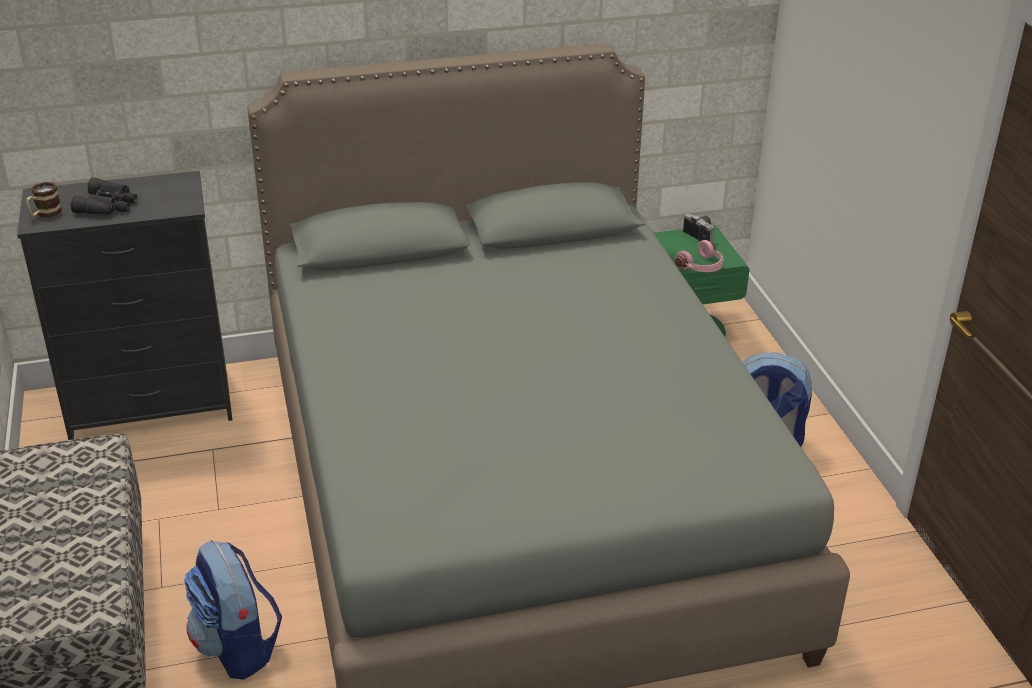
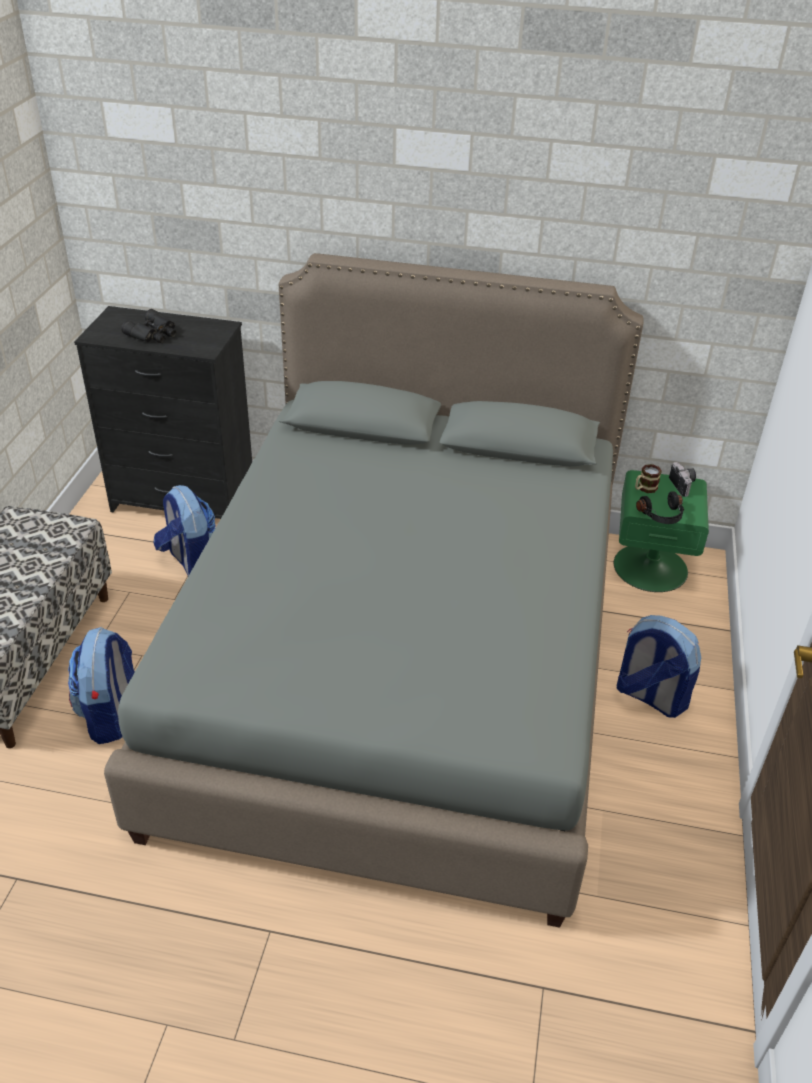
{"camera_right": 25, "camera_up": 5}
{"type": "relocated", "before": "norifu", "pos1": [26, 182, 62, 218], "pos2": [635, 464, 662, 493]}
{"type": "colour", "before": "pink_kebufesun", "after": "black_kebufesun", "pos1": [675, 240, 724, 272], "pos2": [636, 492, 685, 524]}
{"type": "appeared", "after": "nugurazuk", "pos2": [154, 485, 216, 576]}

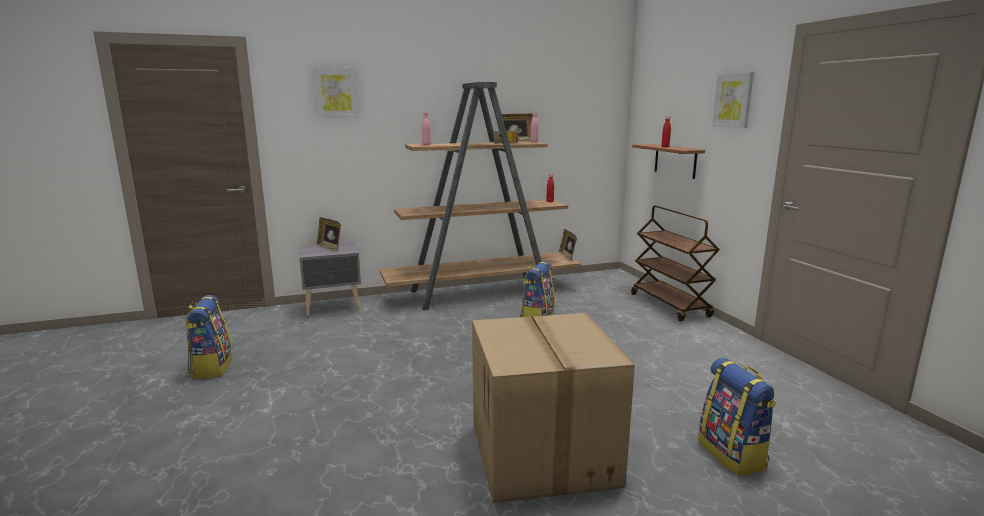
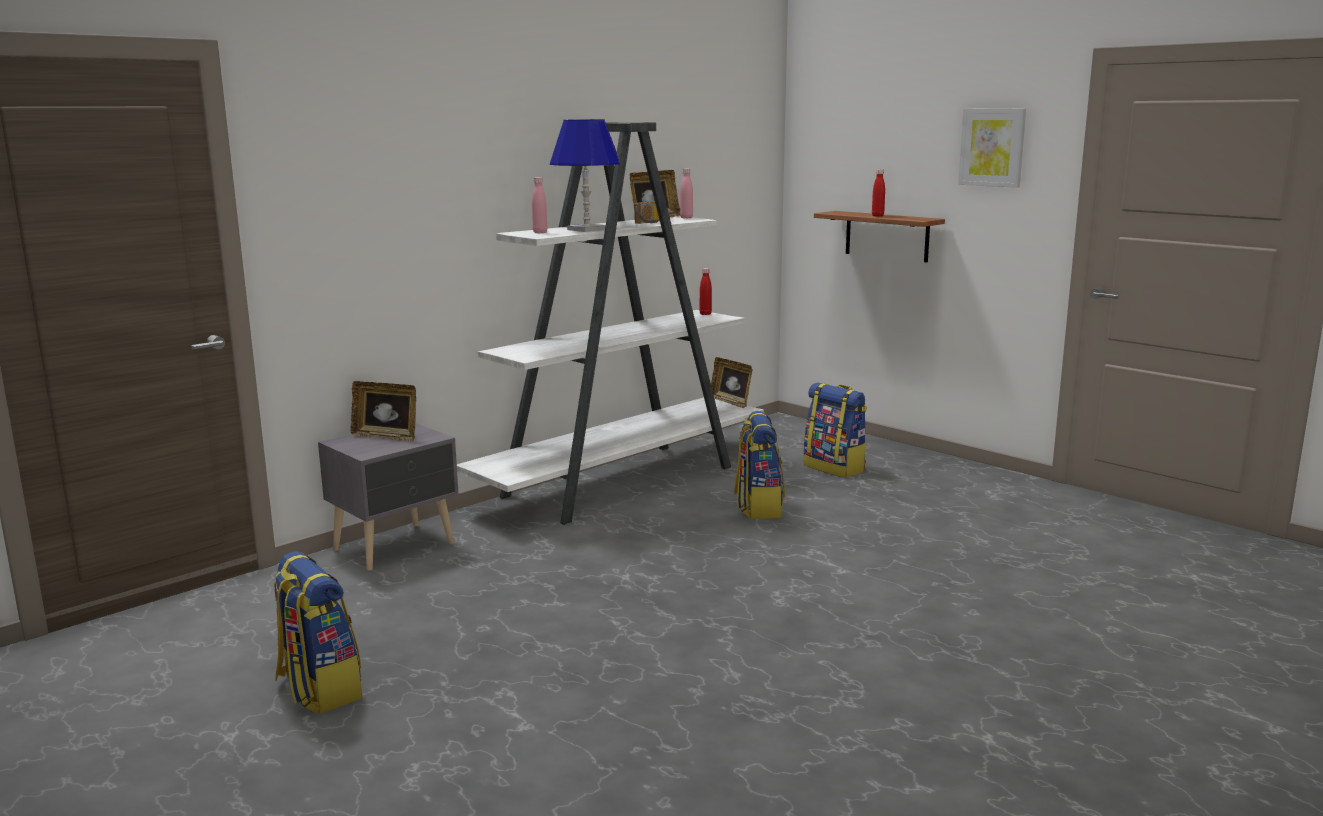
{"camera_right": -25, "camera_up": 0}
{"type": "missing", "before": "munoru", "pos1": [312, 67, 359, 118]}
{"type": "colour", "before": "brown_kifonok", "after": "white_kifonok", "pos1": [379, 82, 581, 310], "pos2": [457, 122, 764, 525]}
{"type": "missing", "before": "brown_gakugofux", "pos1": [631, 205, 720, 321]}
{"type": "missing", "before": "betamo", "pos1": [472, 313, 635, 503]}
{"type": "relocated", "before": "nugurazuk", "pos1": [698, 358, 776, 476], "pos2": [803, 383, 867, 478]}
{"type": "appeared", "after": "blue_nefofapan", "pos2": [550, 119, 620, 232]}

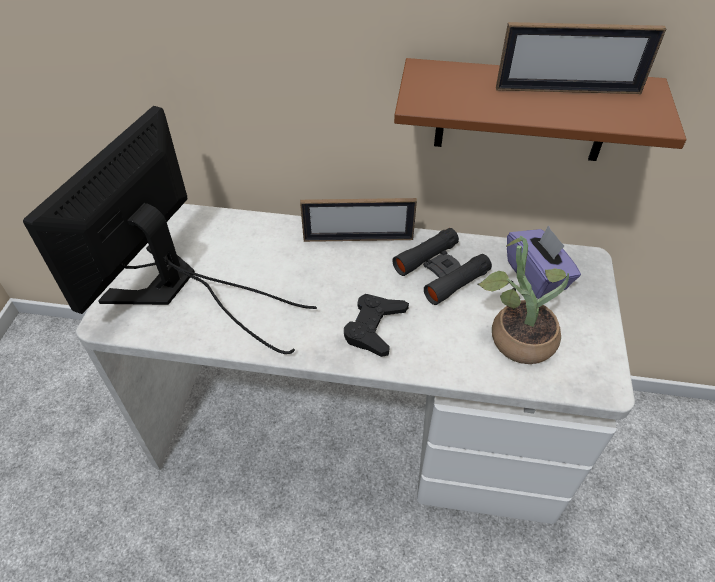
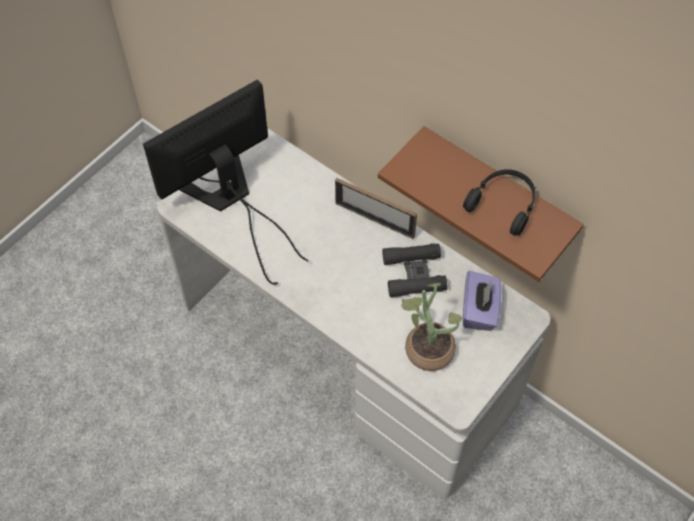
{"camera_right": 30, "camera_up": 10}
{"type": "exchanged", "before": "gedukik", "after": "black_kebufesun", "pos1": [496, 22, 667, 94], "pos2": [463, 169, 536, 236]}
{"type": "missing", "before": "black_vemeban", "pos1": [344, 294, 409, 357]}

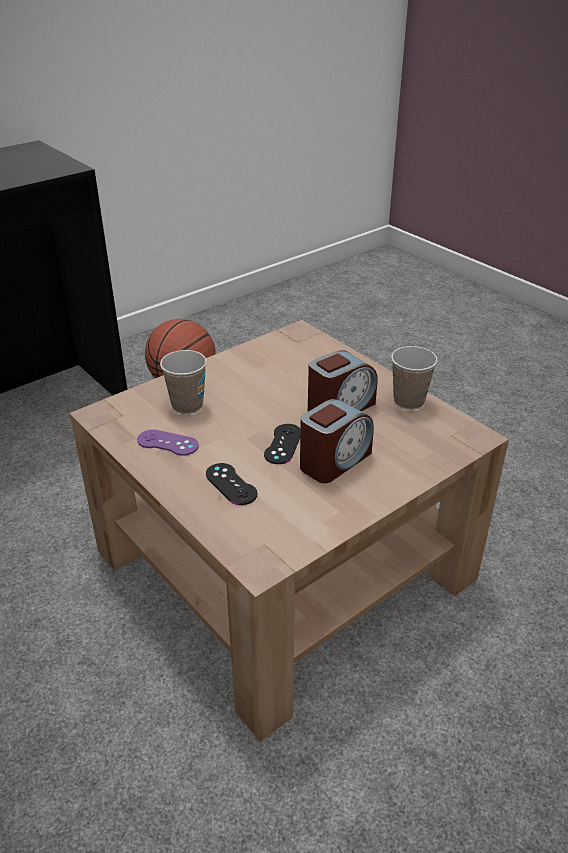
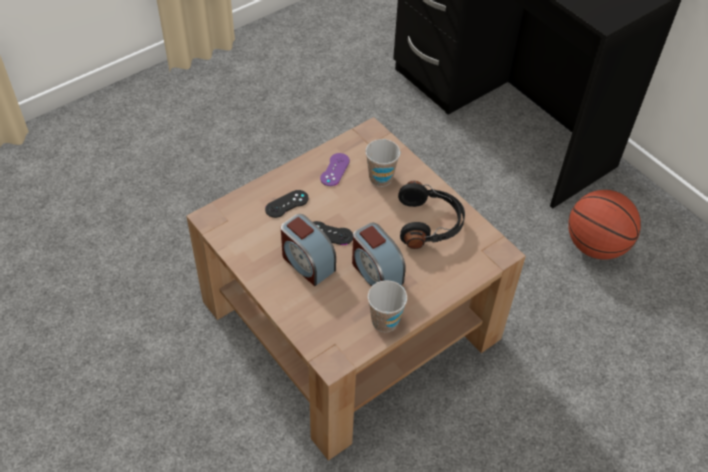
{"camera_right": 90, "camera_up": 15}
{"type": "appeared", "after": "black_kebufesun", "pos2": [398, 181, 465, 249]}

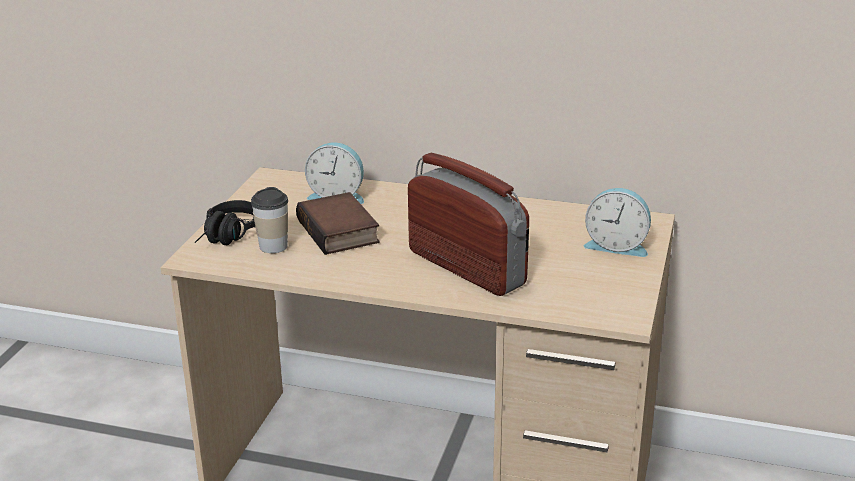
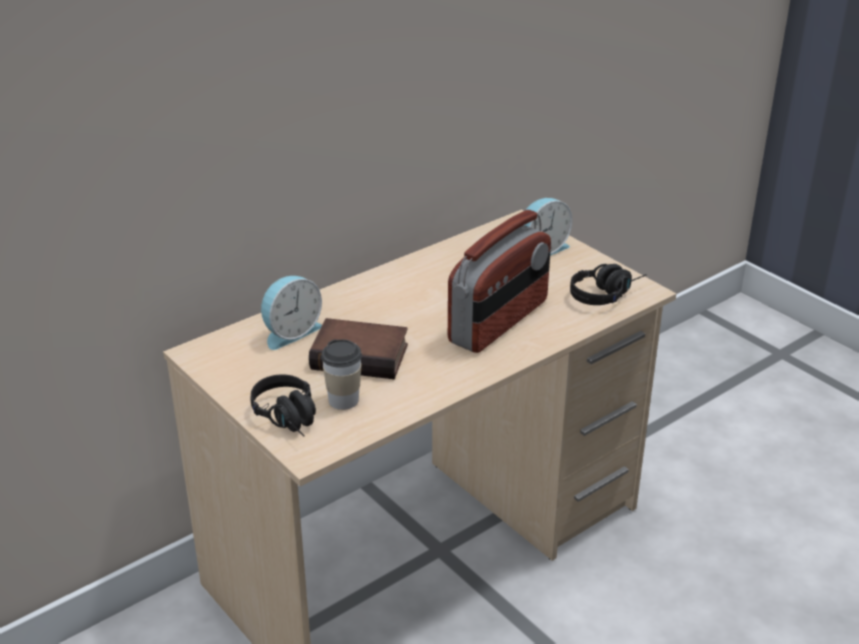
{"camera_right": -55, "camera_up": 5}
{"type": "spun", "before": "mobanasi", "pos1": [408, 153, 529, 296], "pos2": [448, 210, 551, 353], "turn": 135}
{"type": "appeared", "after": "black_kebufesun", "pos2": [570, 264, 647, 305]}

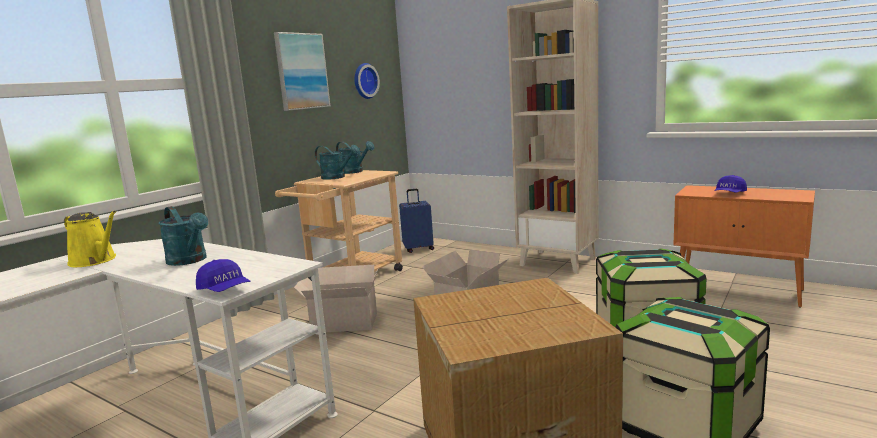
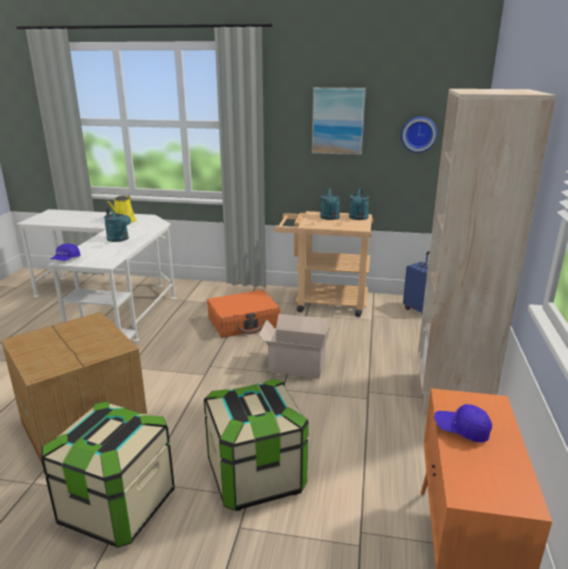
{"camera_right": 65, "camera_up": 10}
{"type": "spun", "before": "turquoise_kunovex", "pos1": [159, 206, 208, 266], "pos2": [104, 208, 131, 242], "turn": -60}
{"type": "exchanged", "before": "betamo", "after": "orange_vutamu", "pos1": [294, 265, 379, 332], "pos2": [207, 290, 280, 338]}

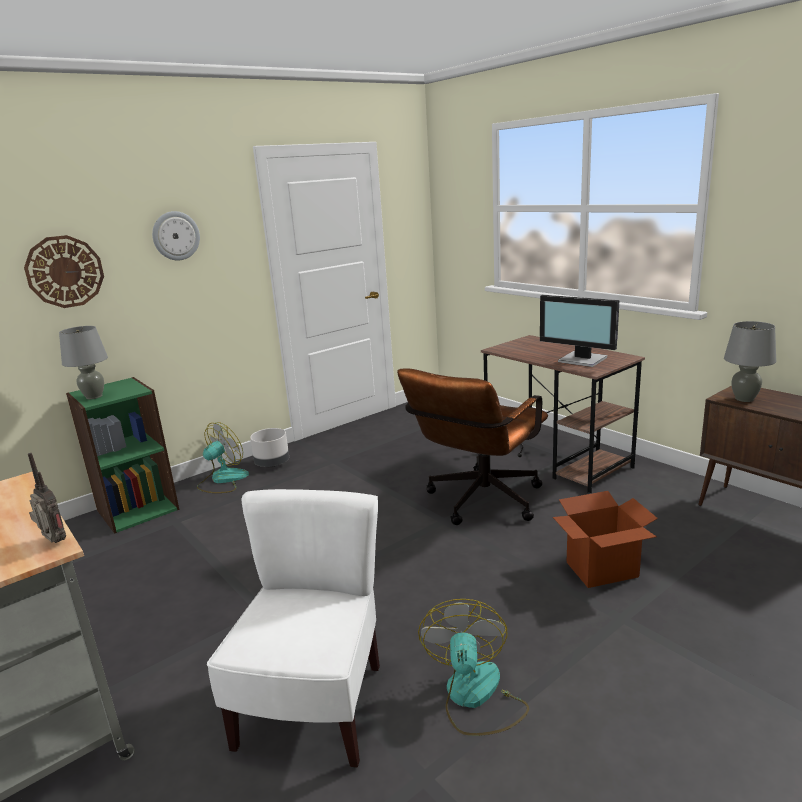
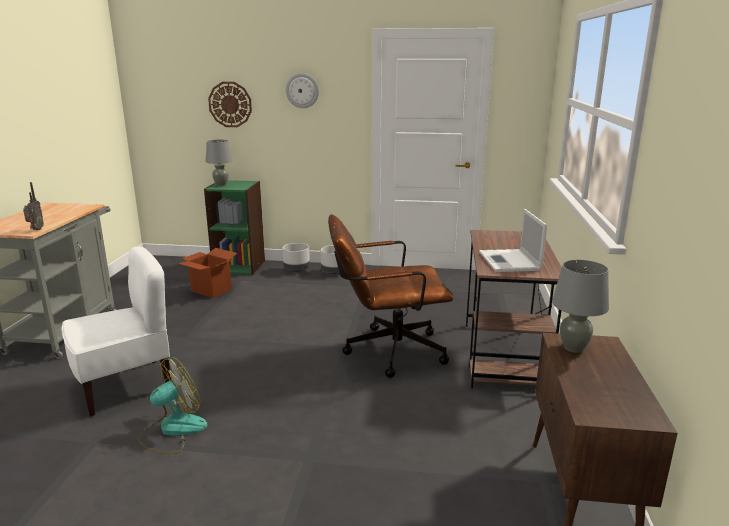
{"camera_right": 45, "camera_up": 0}
{"type": "exchanged", "before": "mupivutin", "after": "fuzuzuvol", "pos1": [540, 295, 620, 367], "pos2": [479, 209, 547, 272]}
{"type": "exchanged", "before": "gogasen", "after": "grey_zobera", "pos1": [197, 422, 249, 493], "pos2": [282, 243, 310, 272]}
{"type": "relocated", "before": "betamo", "pos1": [553, 491, 658, 588], "pos2": [178, 248, 237, 298]}

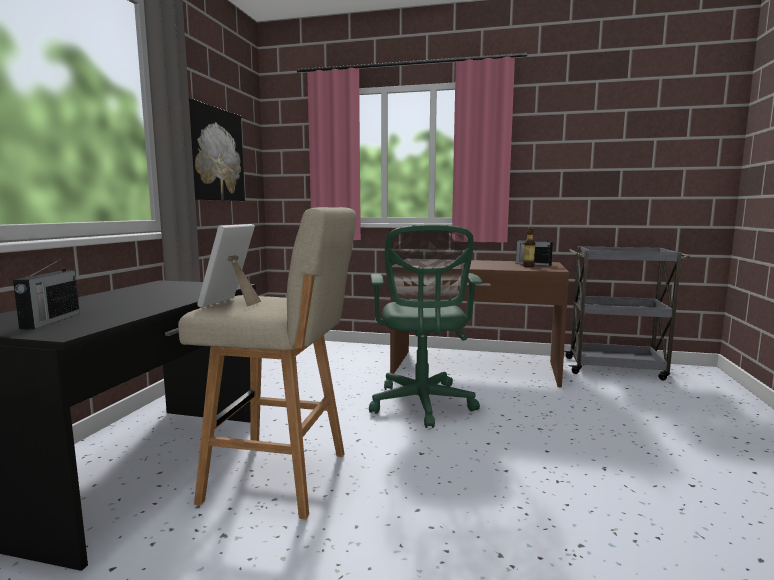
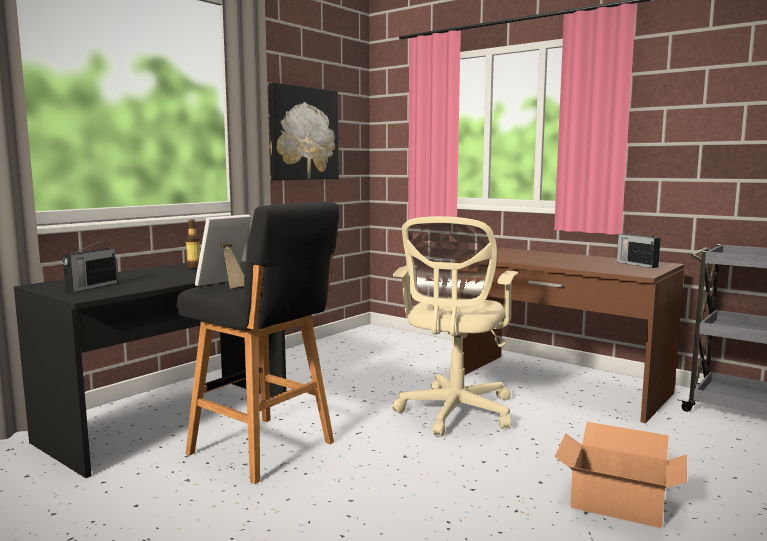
{"camera_right": 25, "camera_up": 0}
{"type": "colour", "before": "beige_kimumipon", "after": "black_kimumipon", "pos1": [178, 207, 356, 519], "pos2": [177, 201, 339, 484]}
{"type": "colour", "before": "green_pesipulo", "after": "beige_pesipulo", "pos1": [369, 224, 482, 428], "pos2": [392, 216, 518, 436]}
{"type": "relocated", "before": "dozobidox", "pos1": [523, 228, 535, 267], "pos2": [186, 219, 200, 269]}
{"type": "appeared", "after": "betamo", "pos2": [555, 422, 687, 528]}

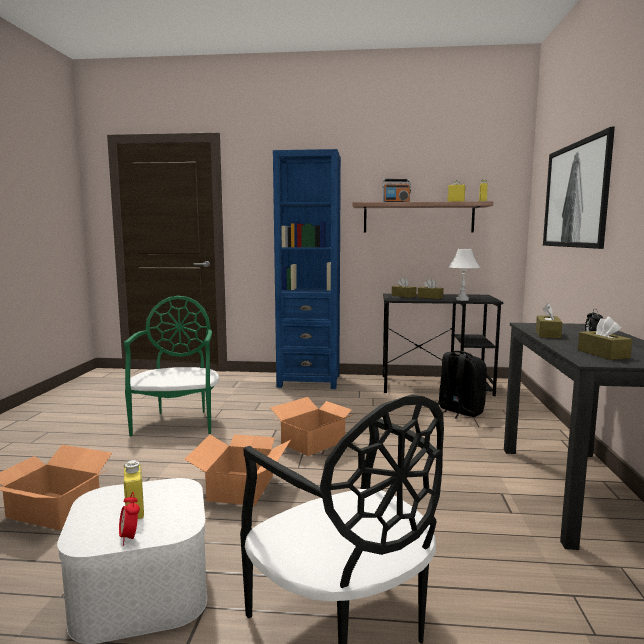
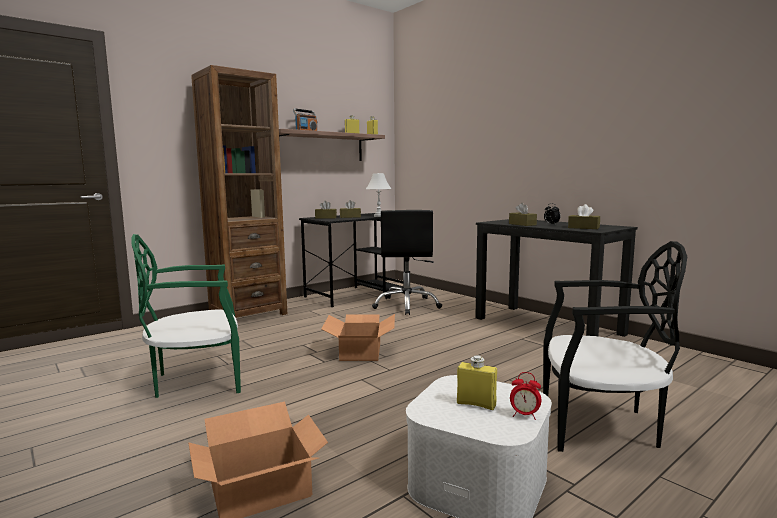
{"camera_right": -45, "camera_up": 0}
{"type": "missing", "before": "munoru", "pos1": [543, 127, 615, 249]}
{"type": "colour", "before": "blue_kifonok", "after": "brown_kifonok", "pos1": [273, 149, 341, 389], "pos2": [191, 65, 287, 318]}
{"type": "spun", "before": "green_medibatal", "pos1": [124, 296, 219, 437], "pos2": [131, 234, 241, 398], "turn": -60}
{"type": "exchanged", "before": "black_nugurazuk", "after": "black_pesipulo", "pos1": [438, 351, 487, 419], "pos2": [372, 210, 442, 315]}
{"type": "missing", "before": "betamo", "pos1": [184, 434, 291, 506]}

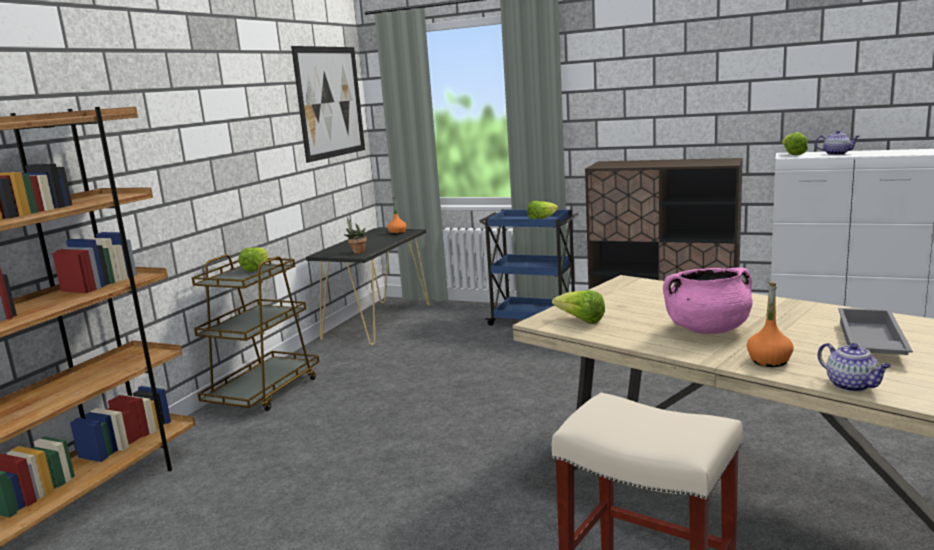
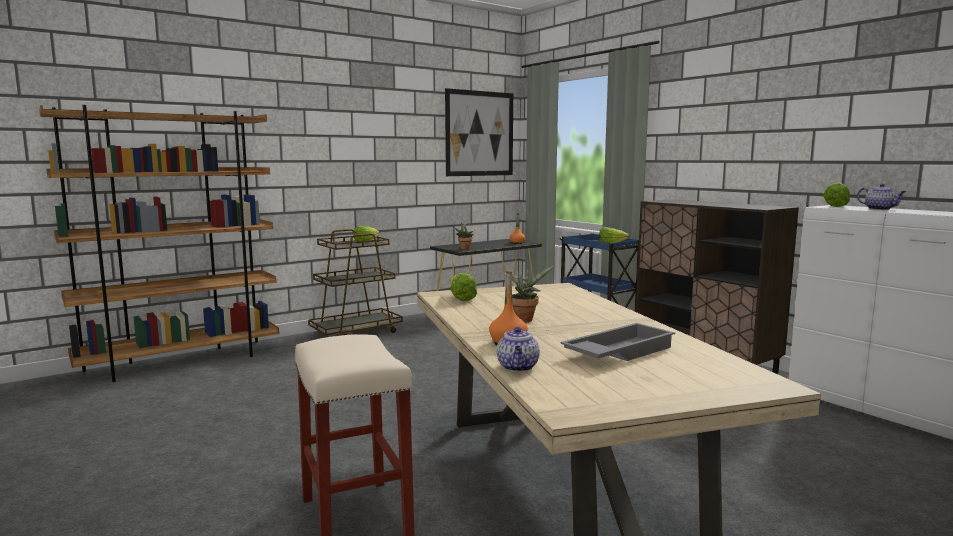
{"camera_right": 30, "camera_up": -5}
{"type": "exchanged", "before": "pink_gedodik", "after": "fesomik", "pos1": [663, 268, 753, 334], "pos2": [512, 265, 555, 322]}

